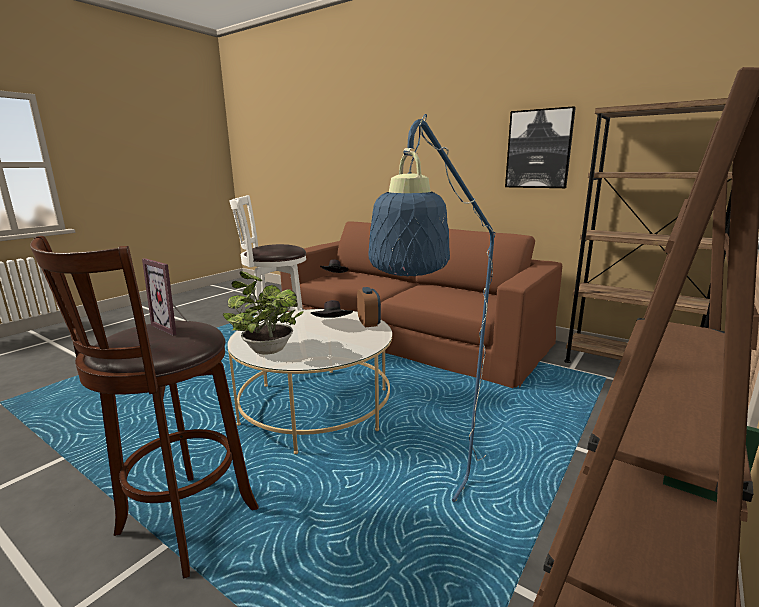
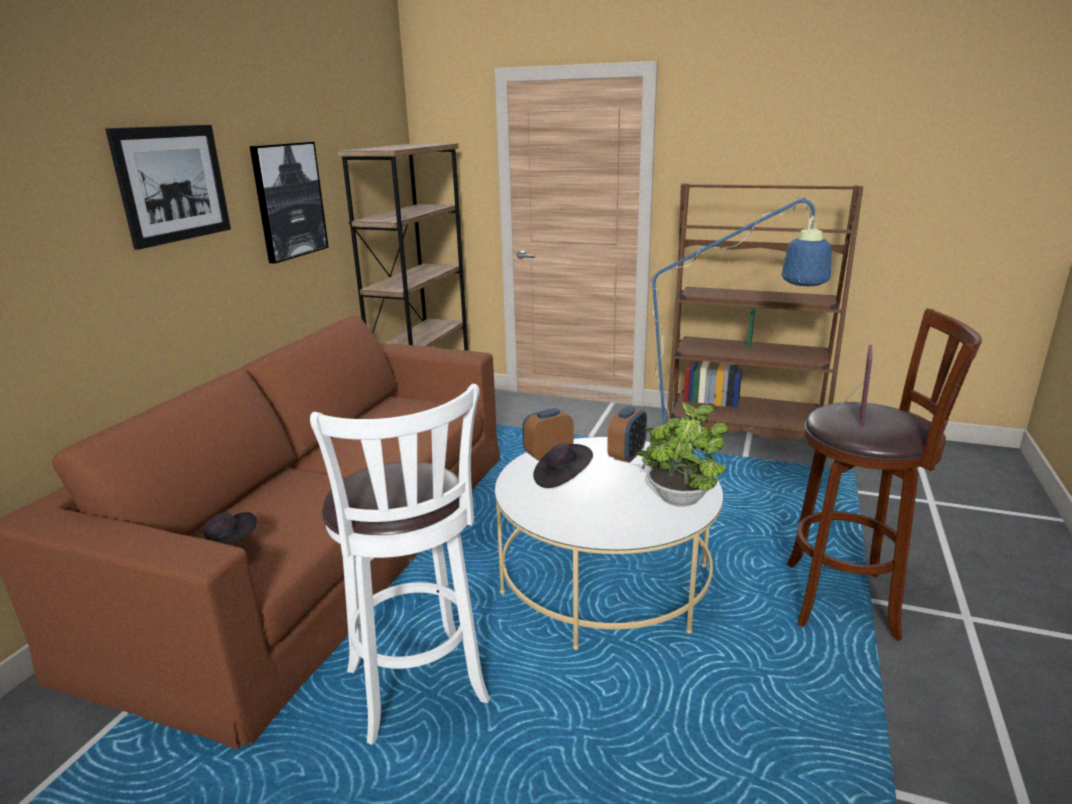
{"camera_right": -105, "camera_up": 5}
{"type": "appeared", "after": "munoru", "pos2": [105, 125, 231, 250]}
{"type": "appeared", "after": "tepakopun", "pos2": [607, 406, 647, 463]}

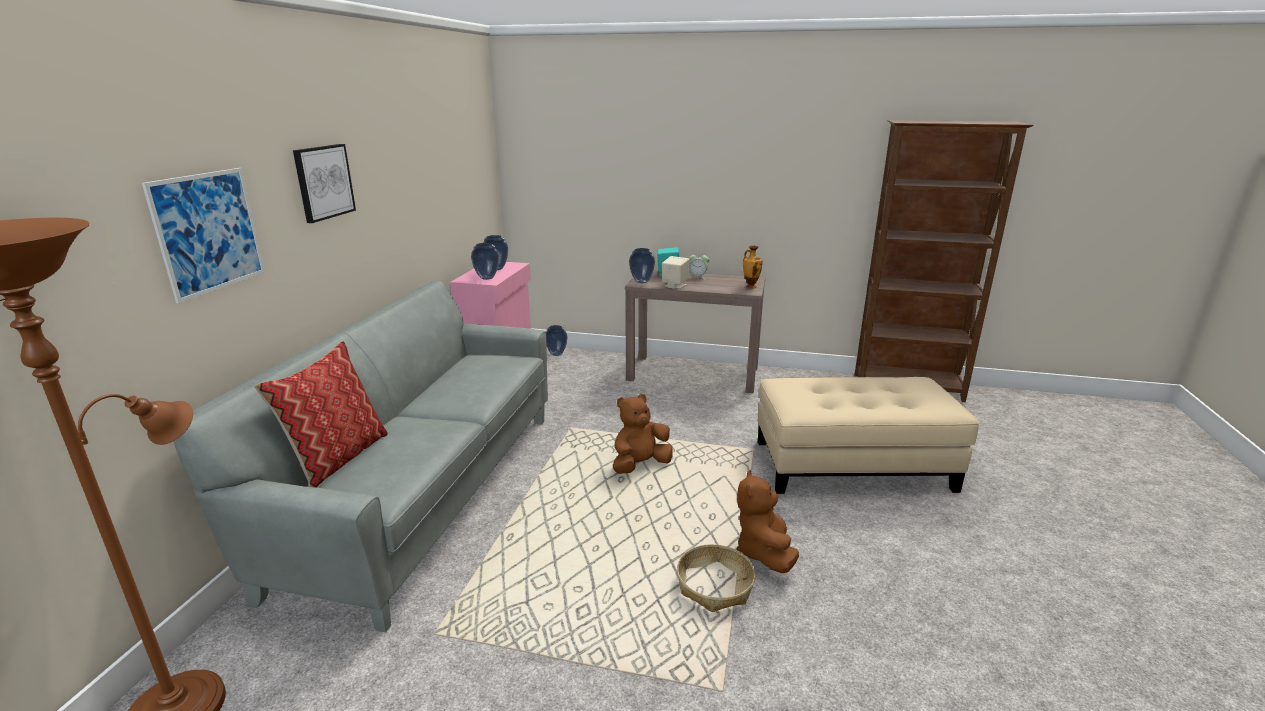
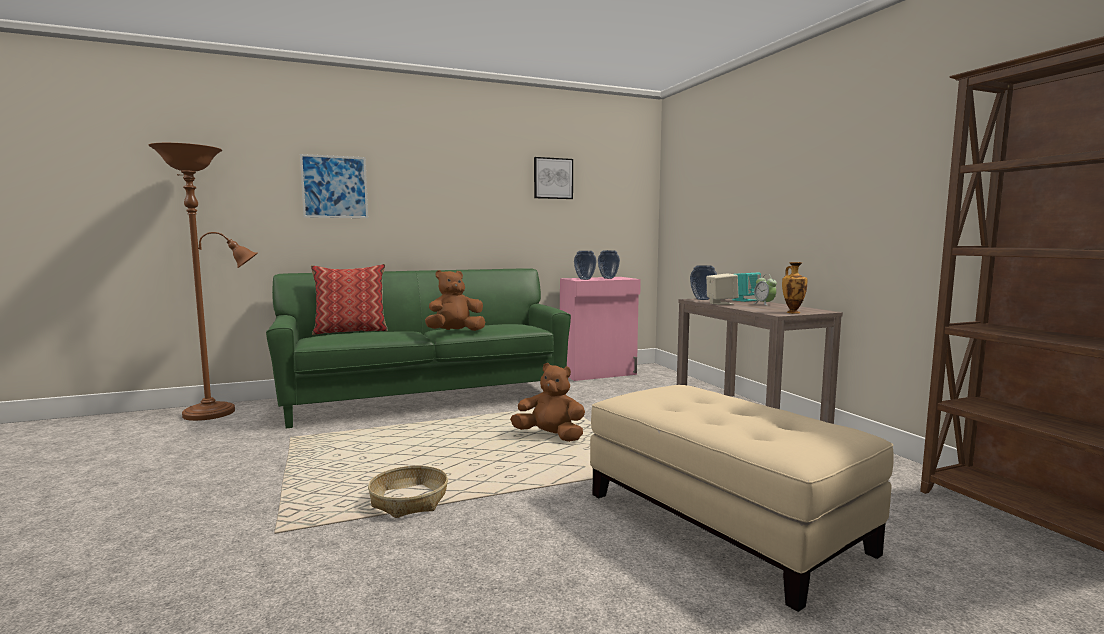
{"camera_right": 55, "camera_up": -15}
{"type": "relocated", "before": "munoru", "pos1": [293, 144, 356, 223], "pos2": [534, 157, 573, 199]}
{"type": "colour", "before": "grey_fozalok", "after": "green_fozalok", "pos1": [173, 280, 548, 633], "pos2": [266, 268, 571, 428]}
{"type": "missing", "before": "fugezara", "pos1": [546, 325, 568, 356]}
{"type": "relocated", "before": "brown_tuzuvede", "pos1": [737, 470, 799, 573], "pos2": [425, 270, 485, 331]}

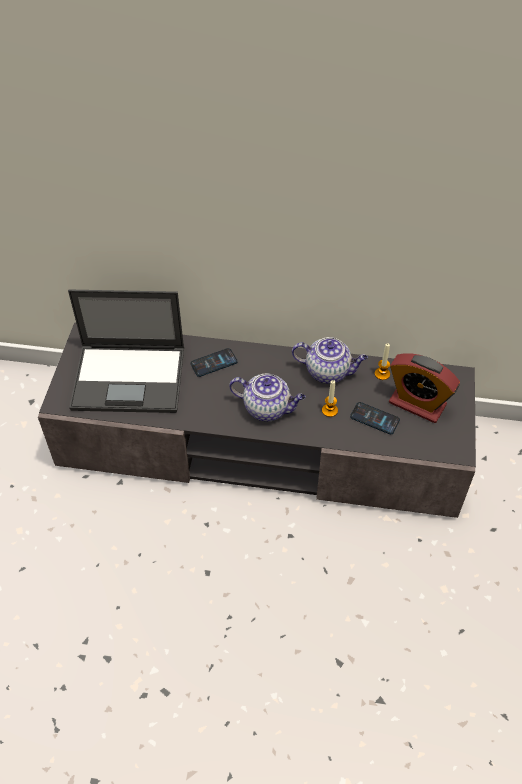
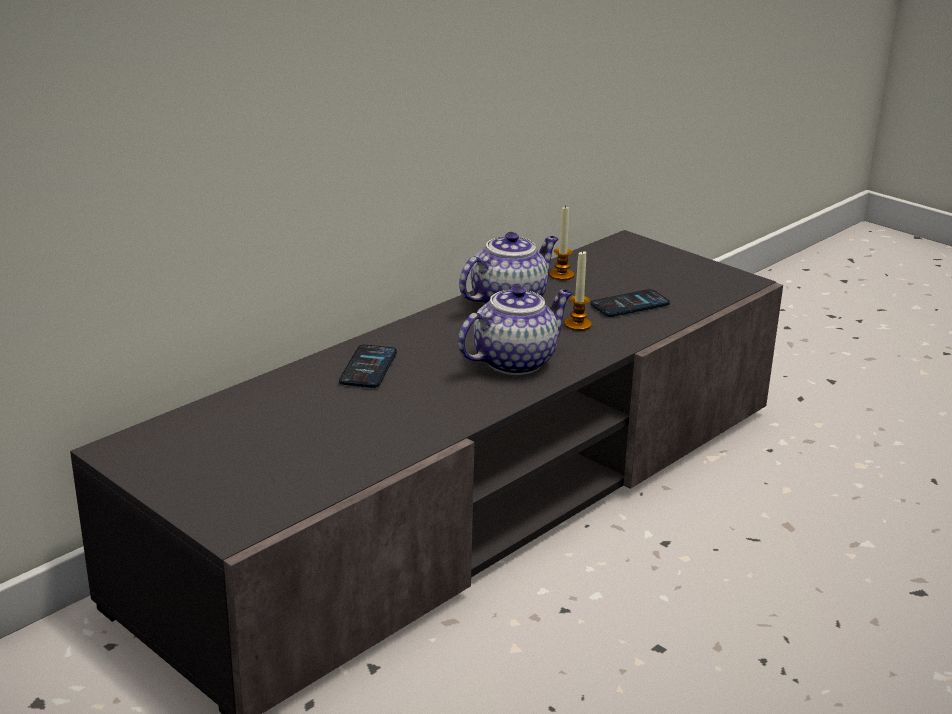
{"camera_right": -55, "camera_up": -25}
{"type": "missing", "before": "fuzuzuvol", "pos1": [68, 290, 184, 413]}
{"type": "missing", "before": "tepakopun", "pos1": [389, 353, 460, 423]}

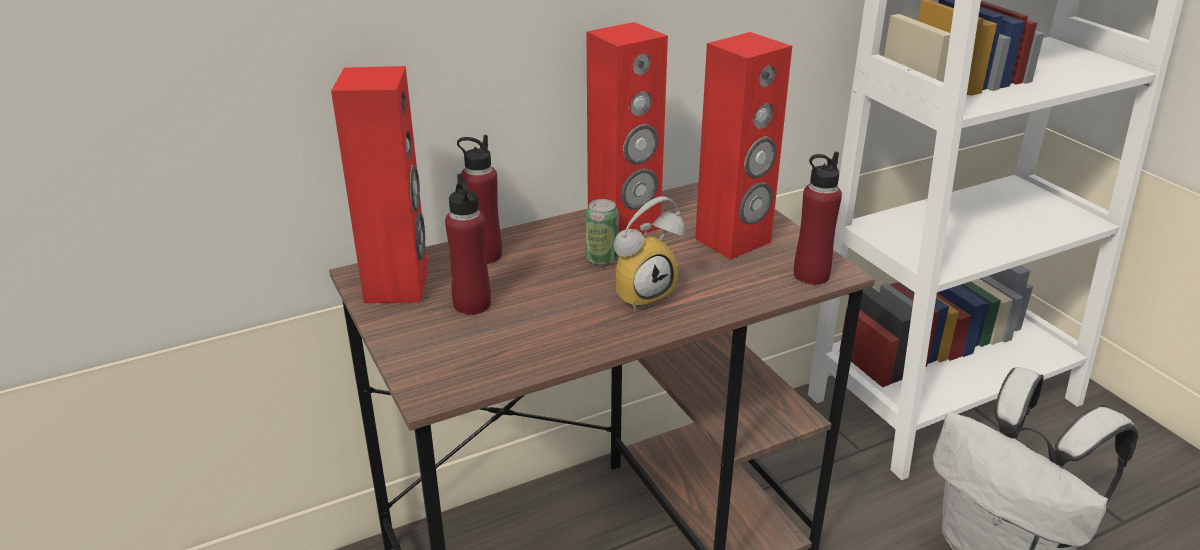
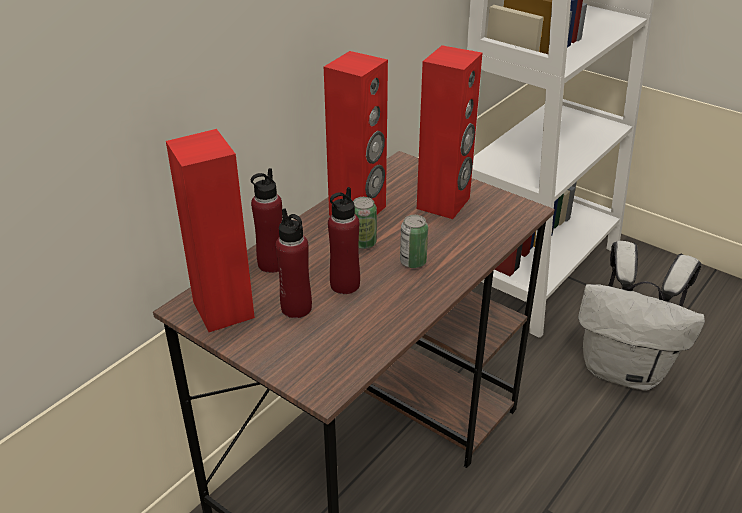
{"camera_right": -25, "camera_up": 5}
{"type": "relocated", "before": "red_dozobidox", "pos1": [794, 151, 842, 285], "pos2": [328, 187, 360, 294]}
{"type": "exchanged", "before": "tepakopun", "after": "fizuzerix", "pos1": [613, 196, 685, 311], "pos2": [400, 215, 428, 268]}

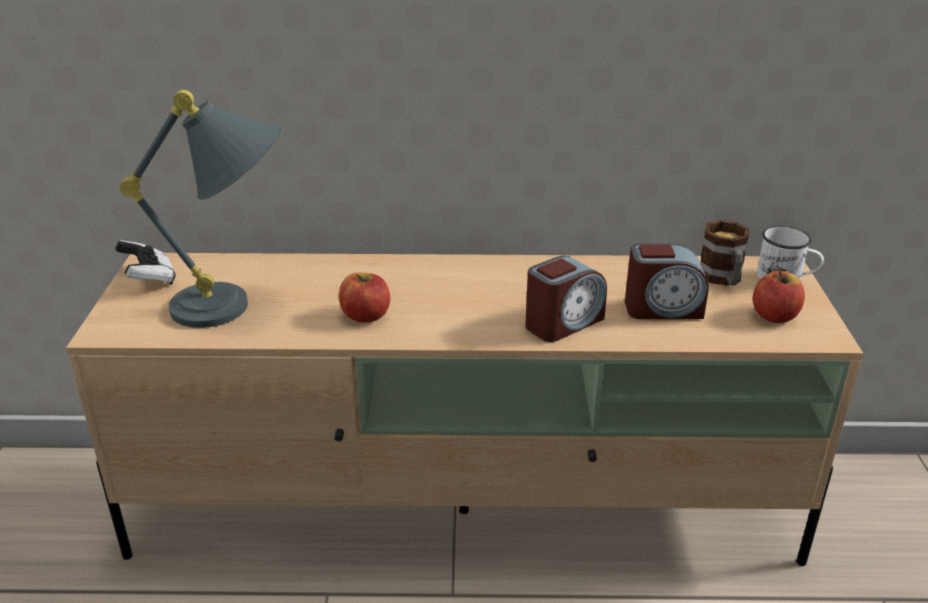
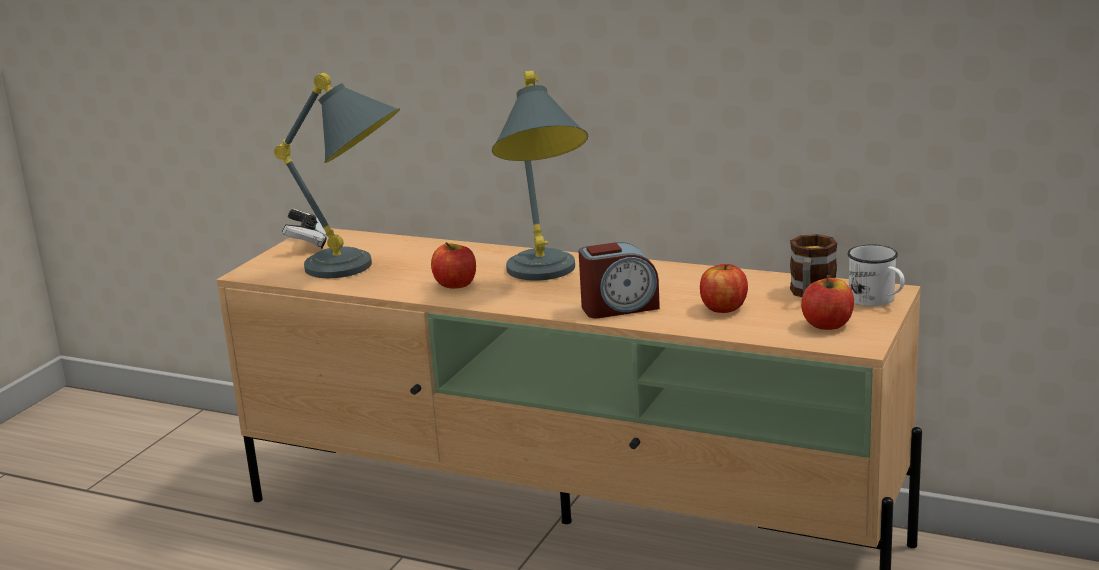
{"camera_right": 25, "camera_up": -10}
{"type": "exchanged", "before": "tepakopun", "after": "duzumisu", "pos1": [625, 243, 708, 319], "pos2": [700, 264, 748, 313]}
{"type": "appeared", "after": "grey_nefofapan", "pos2": [492, 70, 588, 281]}

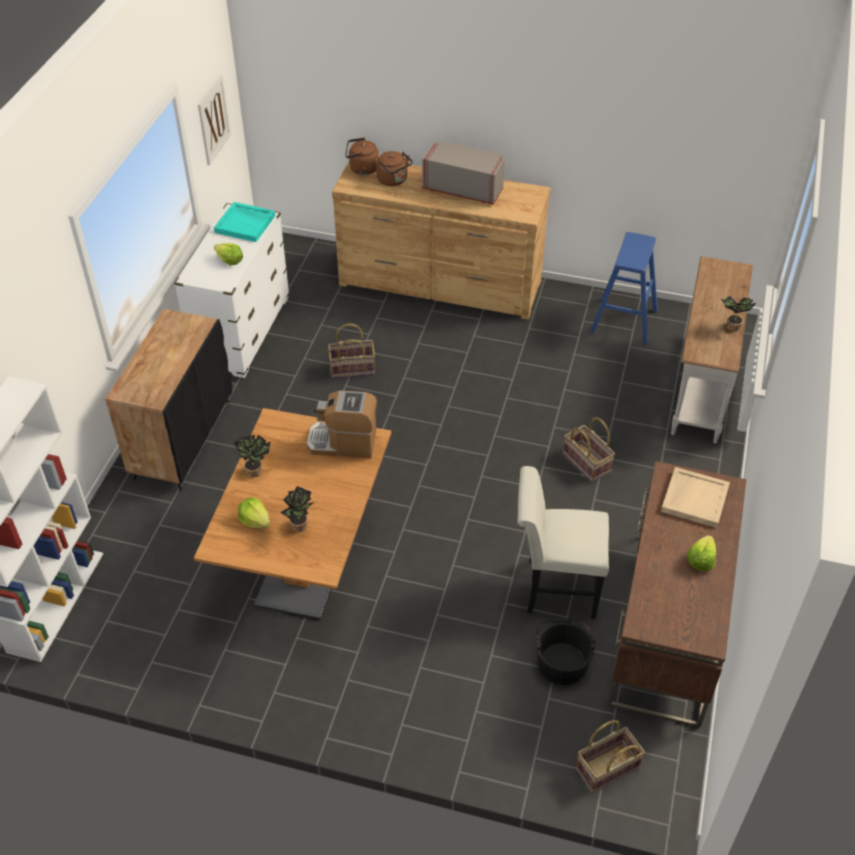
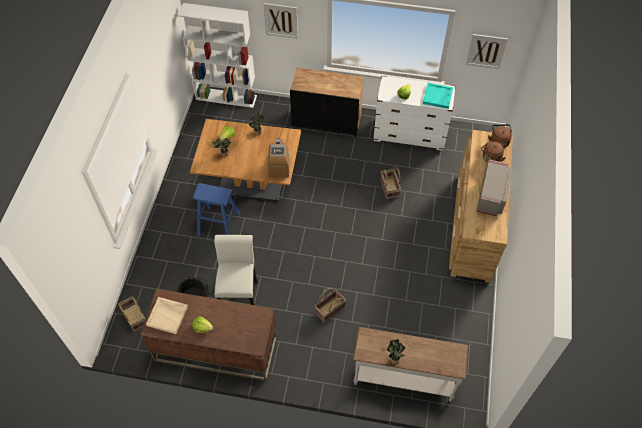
{"camera_right": 85, "camera_up": 10}
{"type": "relocated", "before": "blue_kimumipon", "pos1": [590, 232, 658, 345], "pos2": [193, 183, 241, 236]}
{"type": "relocated", "before": "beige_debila", "pos1": [661, 467, 730, 528], "pos2": [146, 297, 188, 334]}
{"type": "appeared", "after": "munoru", "pos2": [263, 3, 298, 39]}

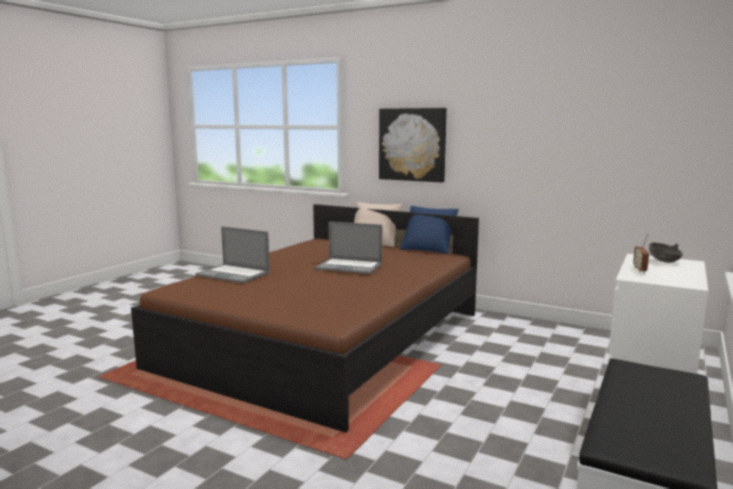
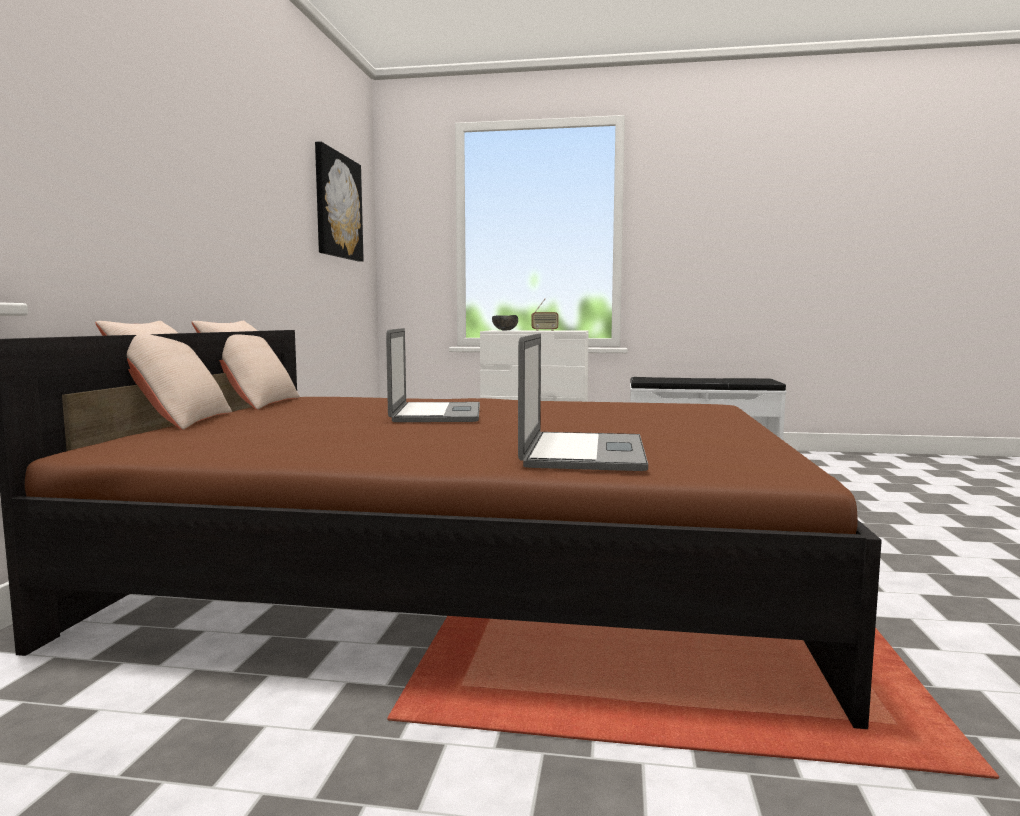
{"camera_right": -110, "camera_up": -5}
{"type": "relocated", "before": "munoru", "pos1": [379, 108, 447, 182], "pos2": [315, 141, 364, 262]}
{"type": "colour", "before": "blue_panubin", "after": "beige_panubin", "pos1": [400, 206, 459, 254], "pos2": [192, 321, 300, 410]}

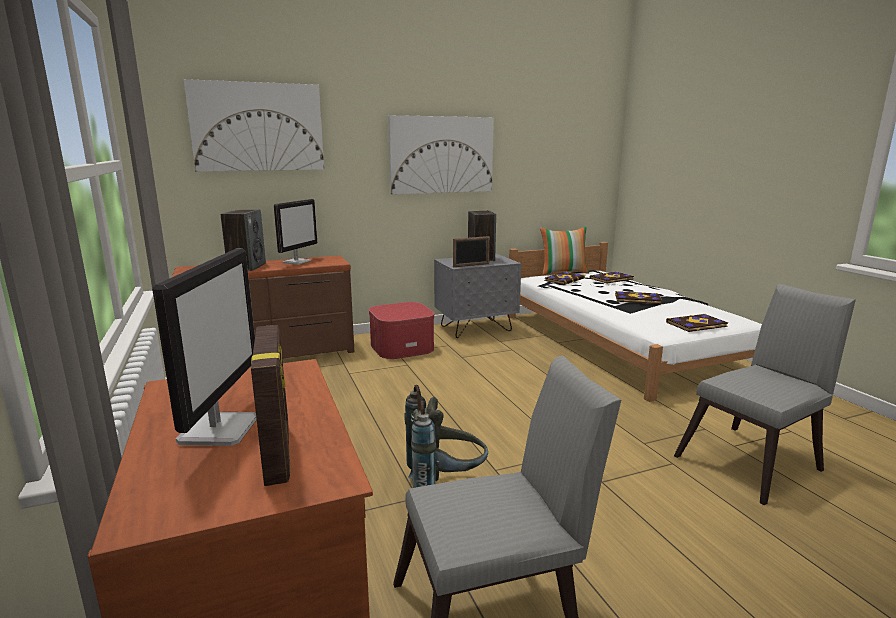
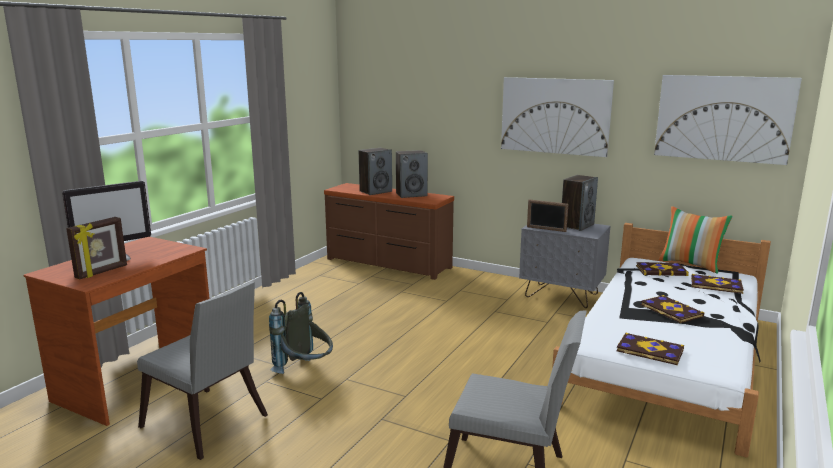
{"camera_right": 50, "camera_up": 0}
{"type": "relocated", "before": "munoru", "pos1": [183, 79, 324, 171], "pos2": [654, 75, 802, 165]}
{"type": "exchanged", "before": "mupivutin", "after": "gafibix", "pos1": [274, 199, 317, 265], "pos2": [396, 150, 428, 198]}
{"type": "missing", "before": "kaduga", "pos1": [369, 302, 435, 359]}

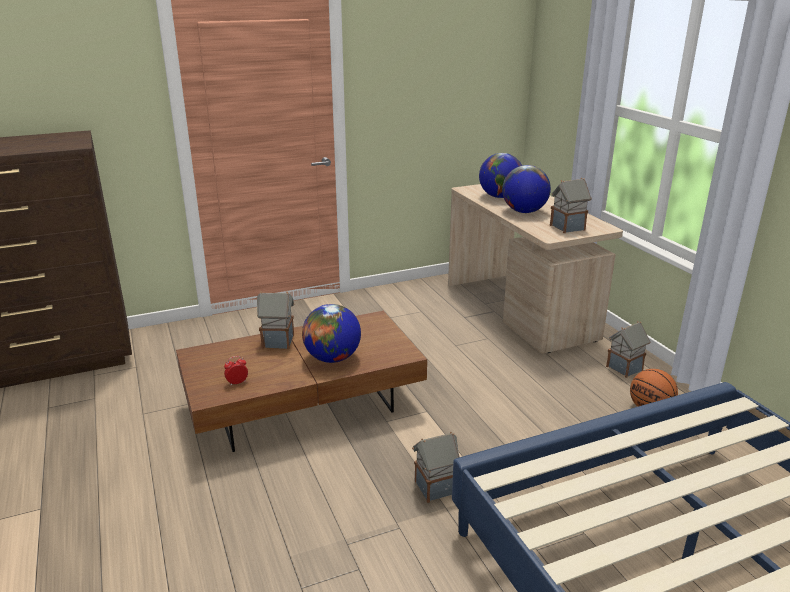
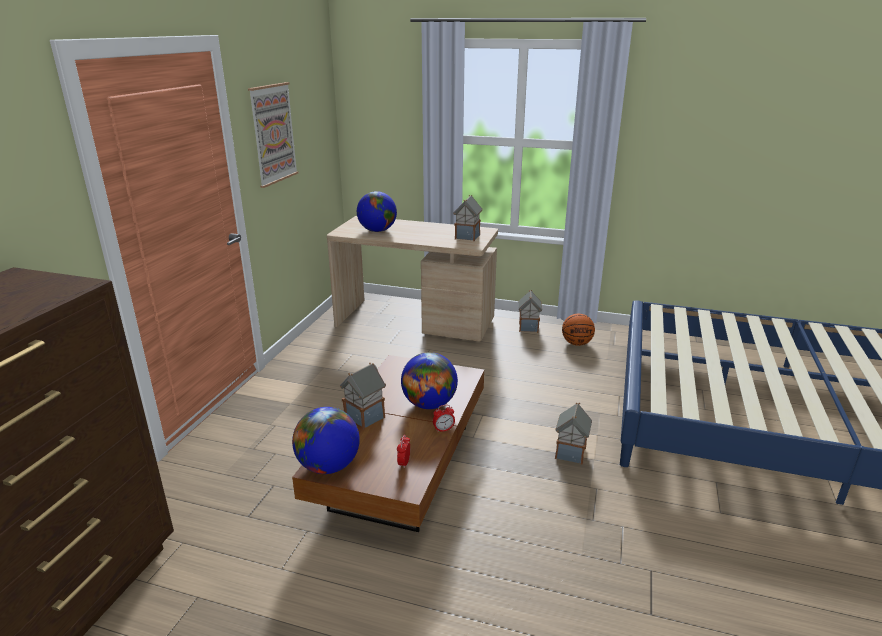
{"camera_right": -50, "camera_up": 0}
{"type": "relocated", "before": "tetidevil", "pos1": [502, 165, 551, 213], "pos2": [292, 407, 360, 474]}
{"type": "appeared", "after": "munoru", "pos2": [248, 82, 298, 188]}
{"type": "appeared", "after": "tepakopun", "pos2": [433, 405, 455, 433]}

